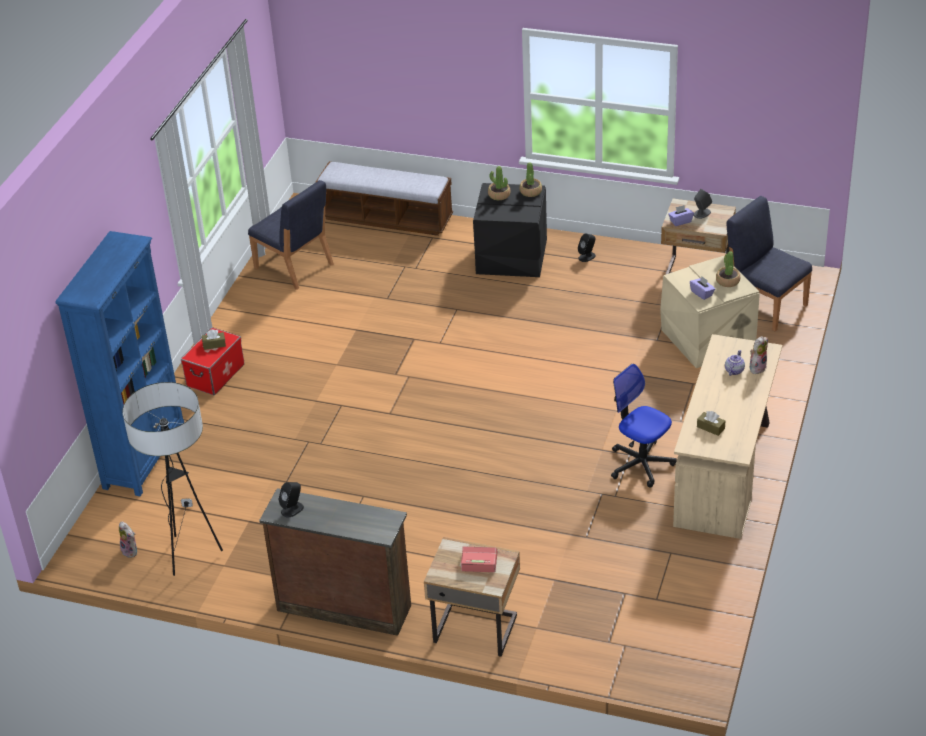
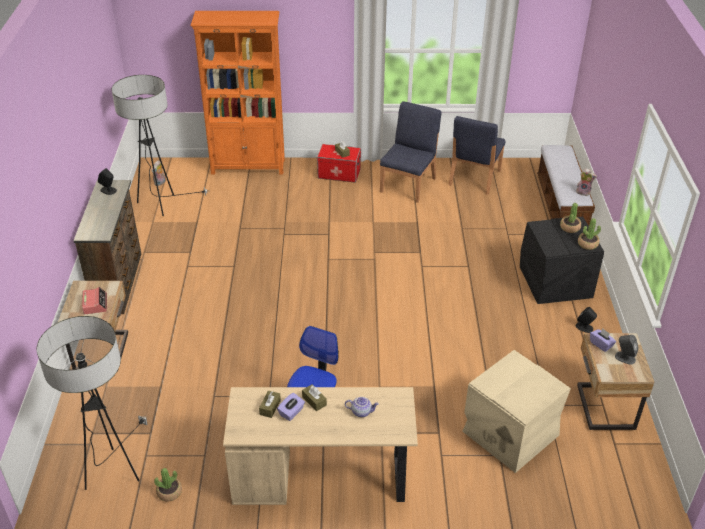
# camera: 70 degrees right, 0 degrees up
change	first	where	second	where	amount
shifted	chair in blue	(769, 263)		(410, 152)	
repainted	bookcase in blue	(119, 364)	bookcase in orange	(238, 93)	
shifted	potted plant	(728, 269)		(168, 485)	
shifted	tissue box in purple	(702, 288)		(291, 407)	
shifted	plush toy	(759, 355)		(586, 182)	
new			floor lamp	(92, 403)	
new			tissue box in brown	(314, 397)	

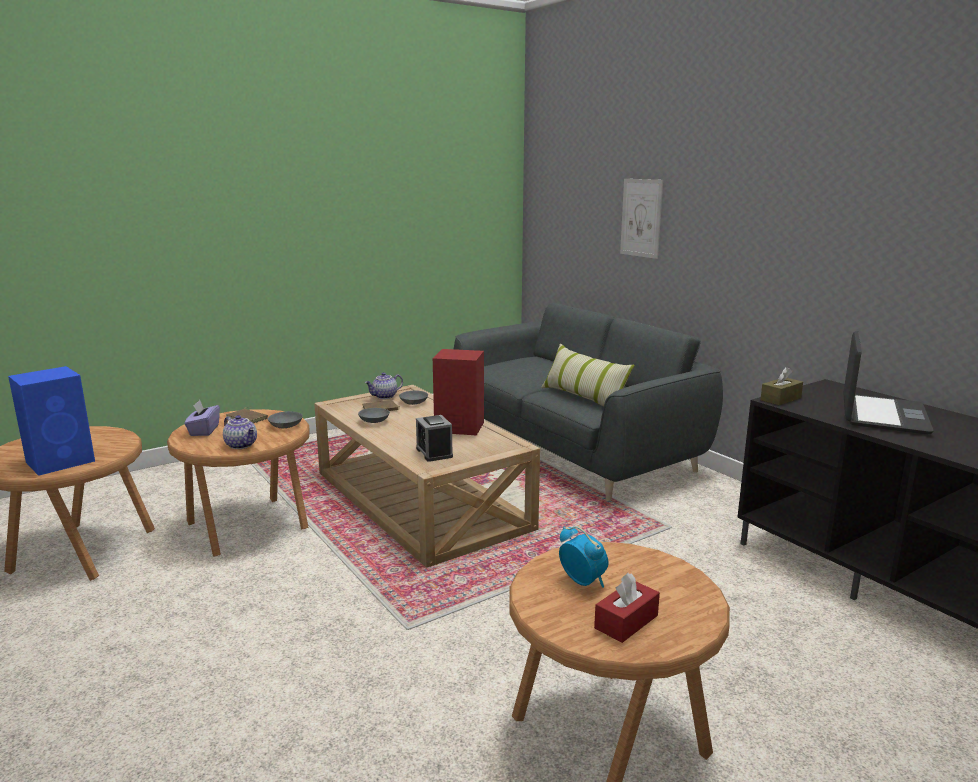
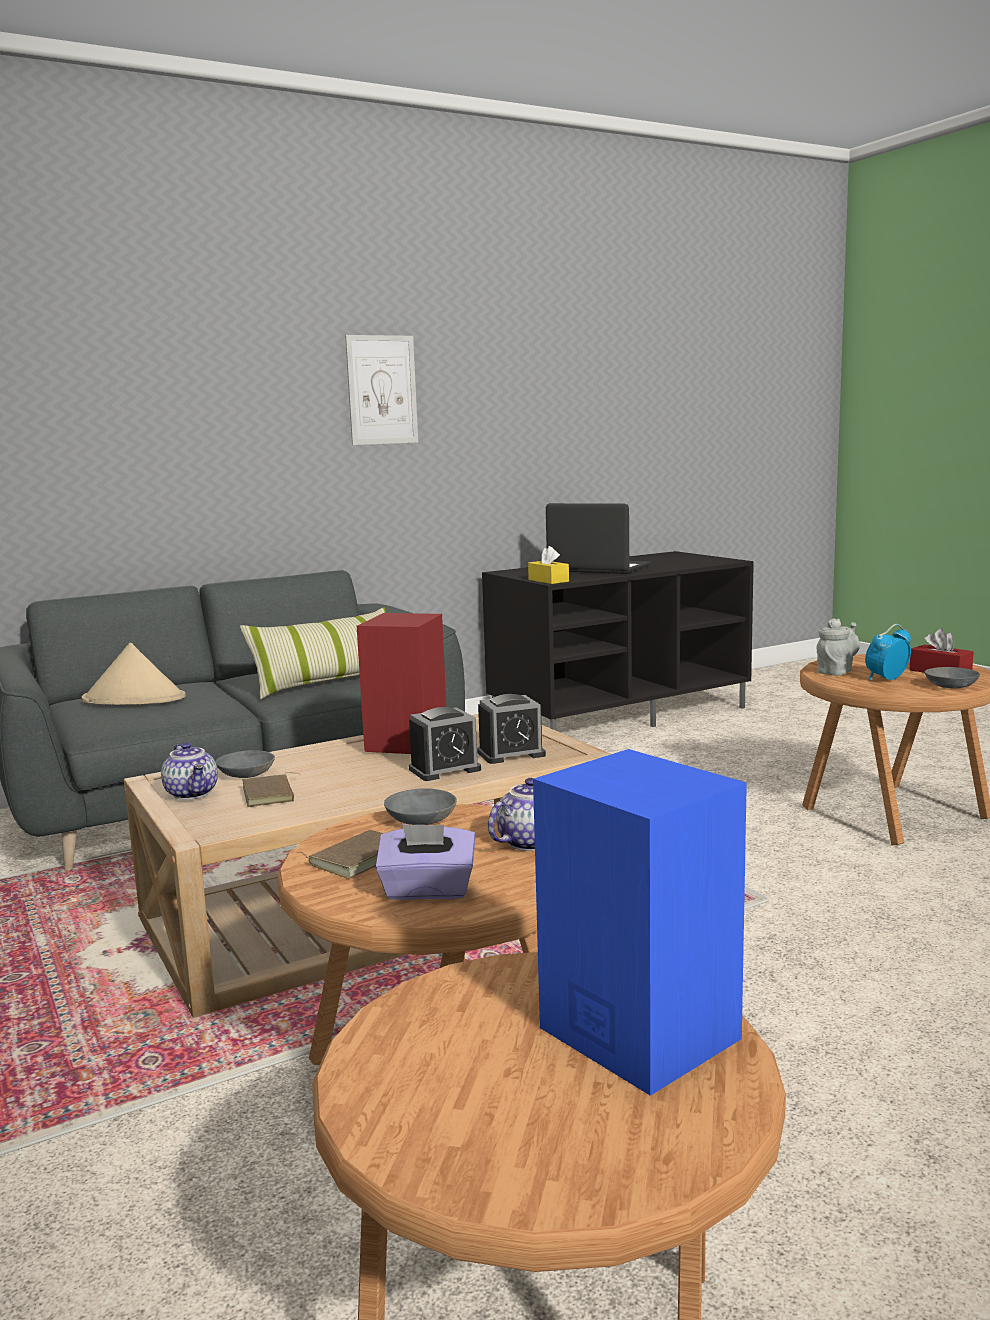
# camera: 85 degrees left, 5 degrees down
change	first	where	second	where	amount
shifted	picture	(641, 219)		(381, 390)	
repainted	tissue box in brown	(781, 386)	tissue box in yellow	(548, 565)	
shifted	bowl in grey	(374, 415)		(952, 677)	
new			teapot in grey	(838, 647)	
new			hat in beige	(134, 674)	
new			alarm clock	(445, 744)	

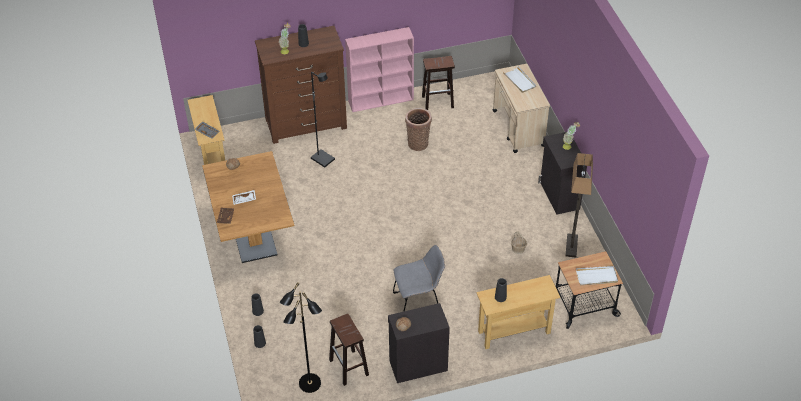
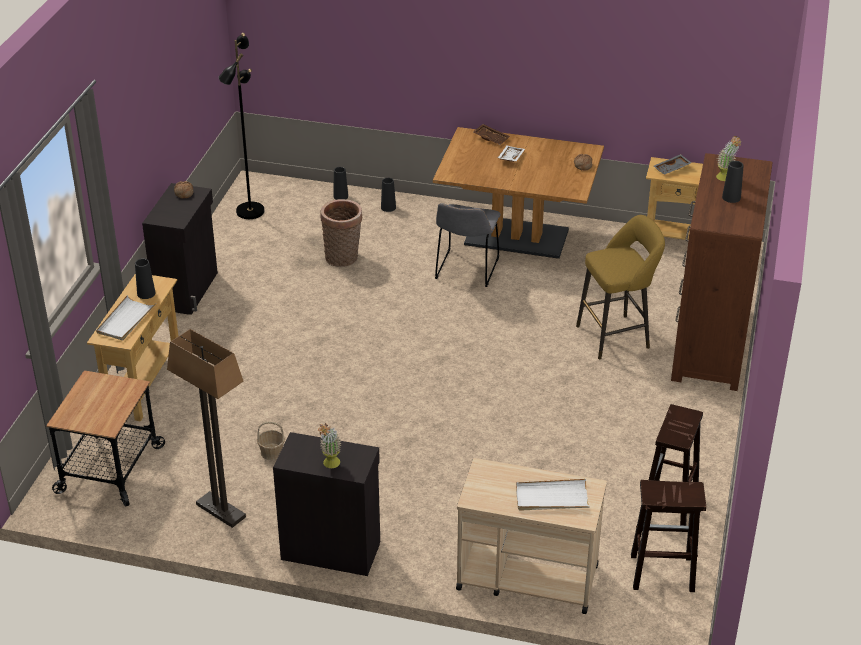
# camera: 120 degrees right, 10 degrees down
change	first	where	second	where	amount
gone	bookcase in pink	(379, 69)			
swapped	floor lamp in black	(323, 120)	stool in yellow	(620, 287)	
shifted	basket	(418, 129)		(341, 233)	
shifted	chair in grey	(419, 278)		(468, 245)	
shifted	tray in white	(597, 275)		(126, 318)	
shifted	stool in brown	(349, 349)		(668, 536)	

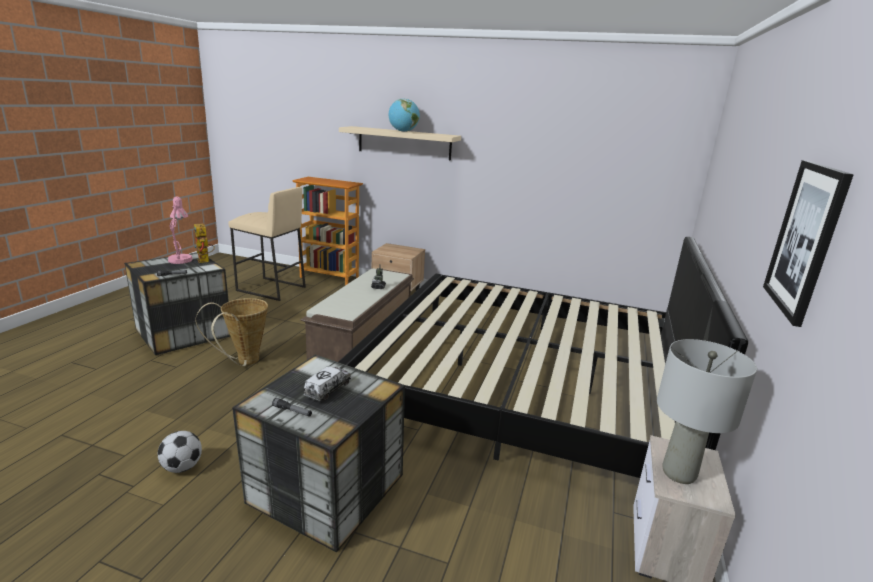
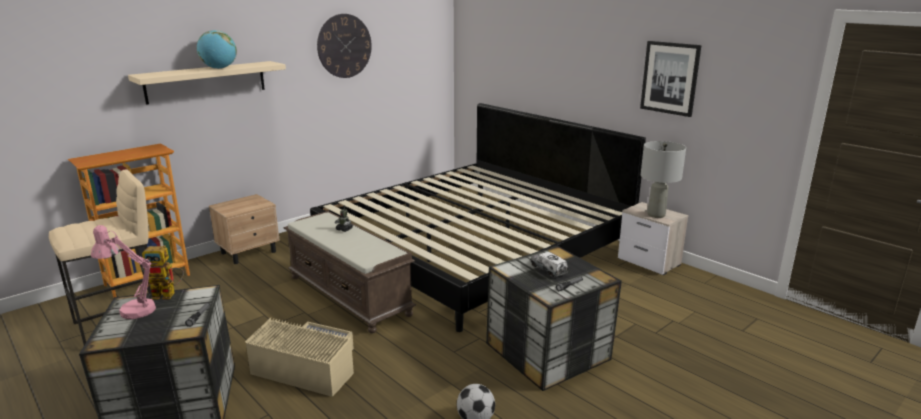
# camera: 60 degrees left, 0 degrees up
change	first	where	second	where	amount
swapped	basket	(231, 332)	storage box in beige	(299, 357)	
new			wall clock	(344, 46)	

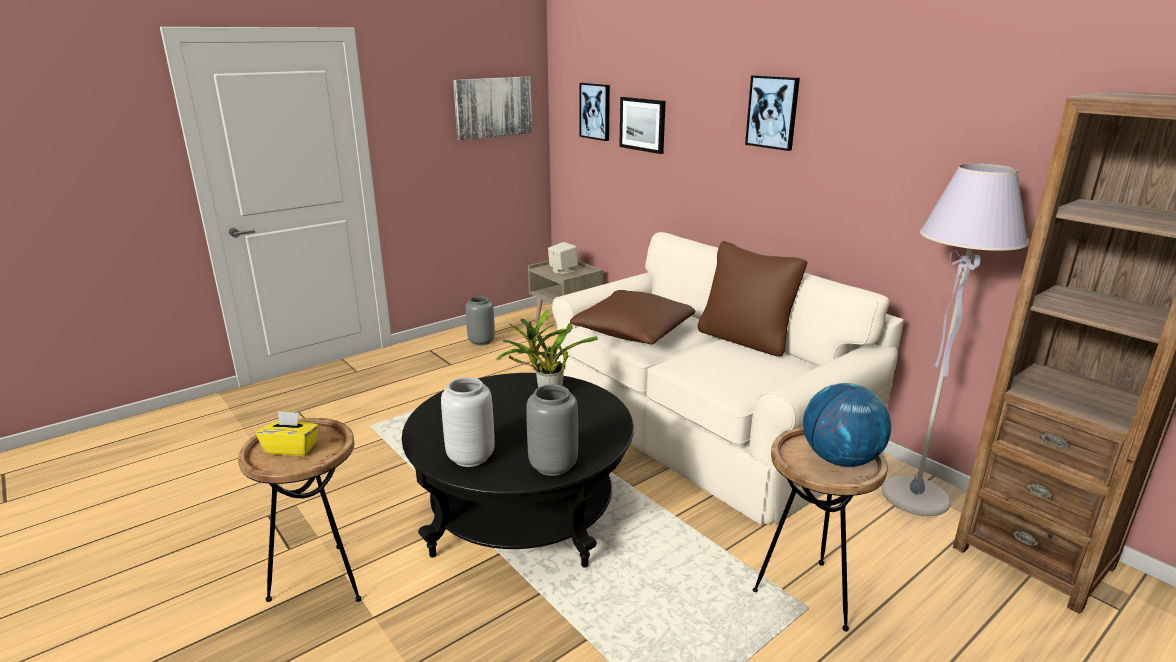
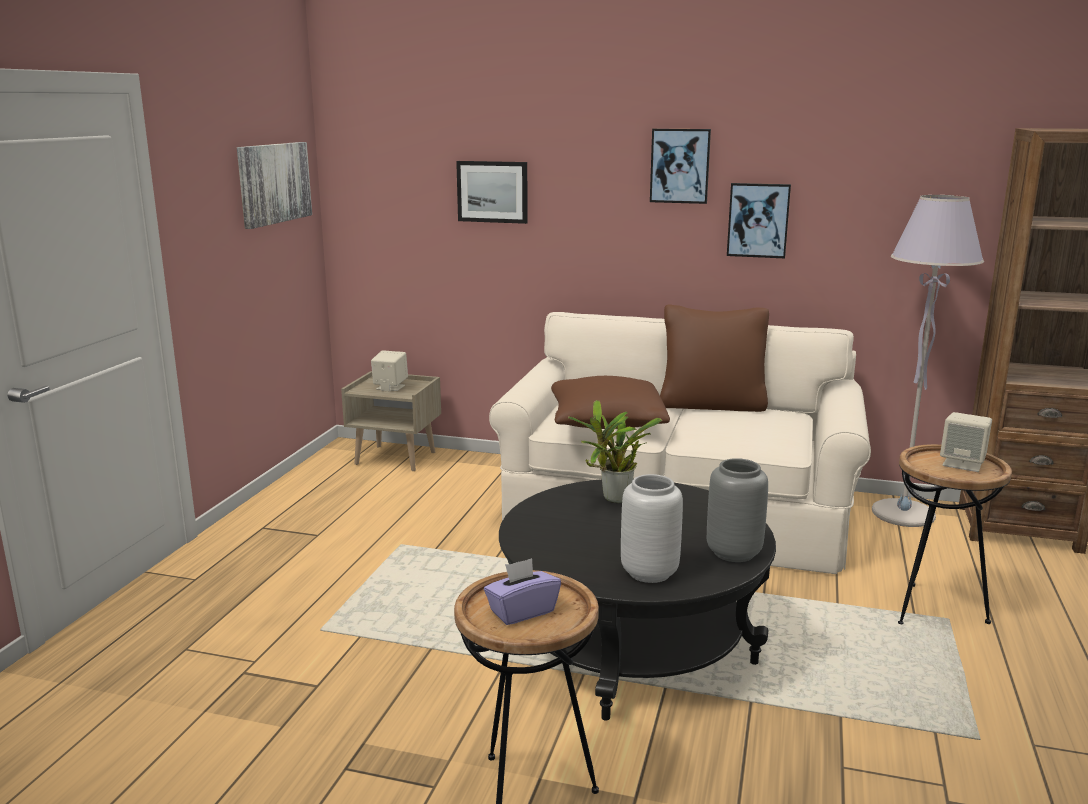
# camera: 35 degrees left, 5 degrees down
change	first	where	second	where	amount
shifted	picture	(594, 112)		(759, 220)	
gone	vase in grey	(480, 321)			
swapped	globe	(847, 425)	speaker in beige	(966, 442)	
repainted	tissue box in yellow	(287, 433)	tissue box in purple	(522, 591)	

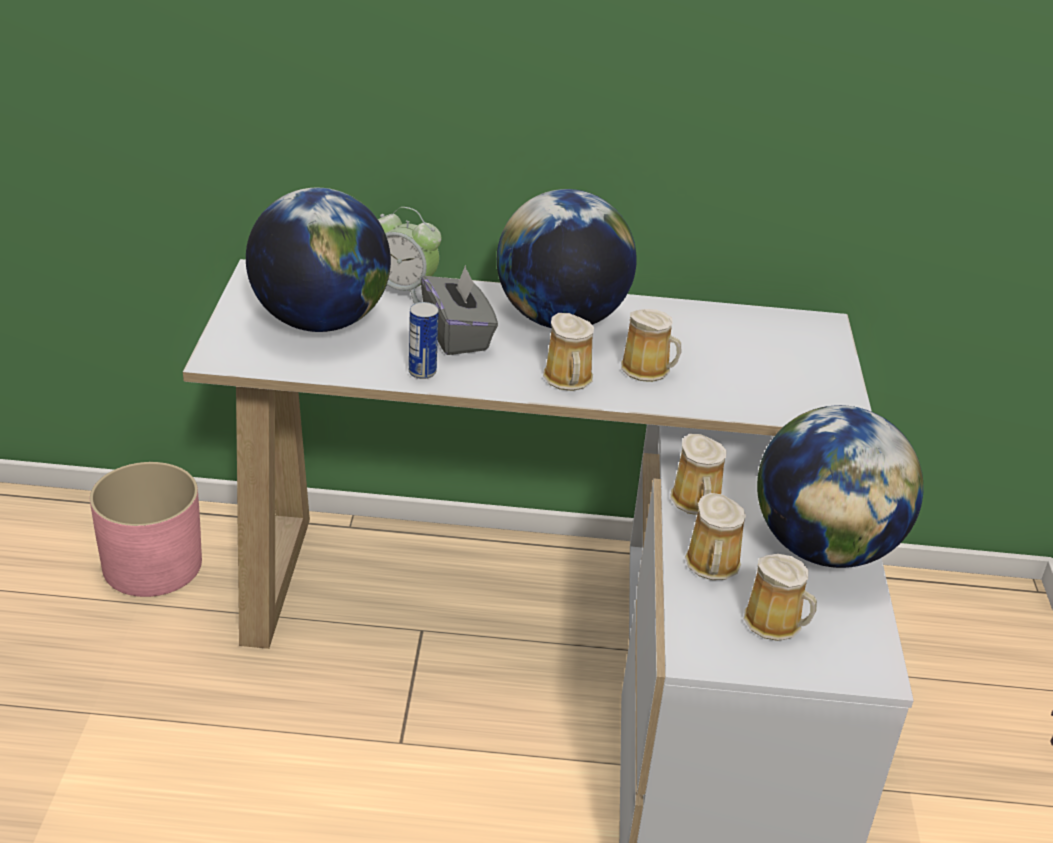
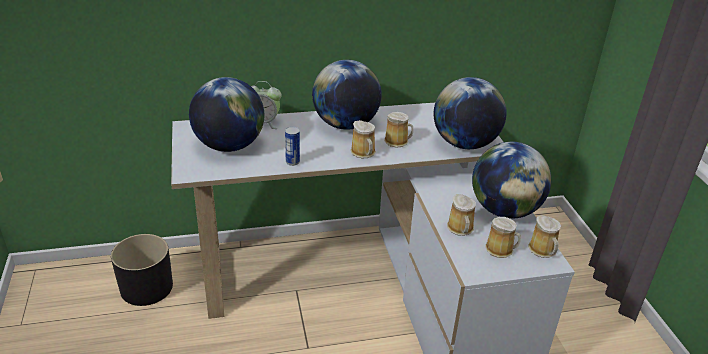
# camera: 15 degrees left, 0 degrees up
change	first	where	second	where	amount
gone	tissue box in grey	(459, 310)			
shifted	mug	(698, 474)		(544, 236)	
repainted	planter in pink	(146, 529)	planter in black	(142, 270)	
new			globe	(470, 113)	

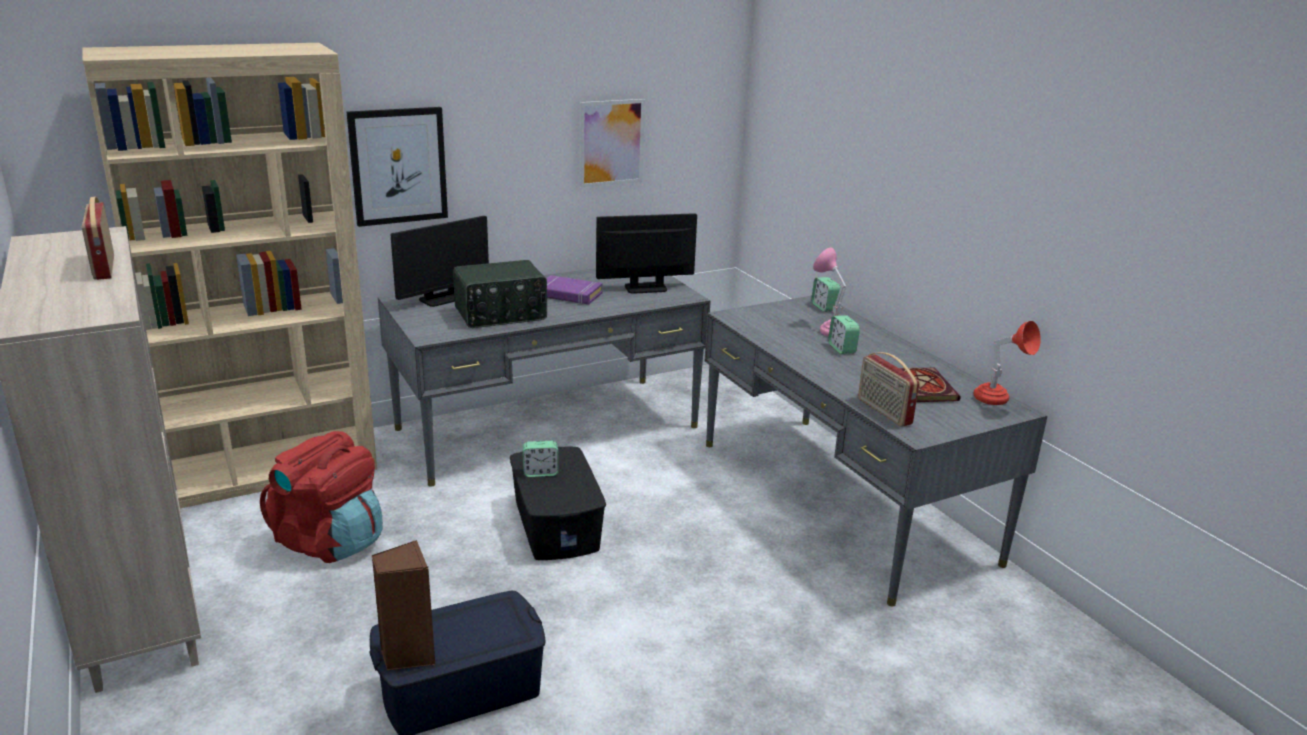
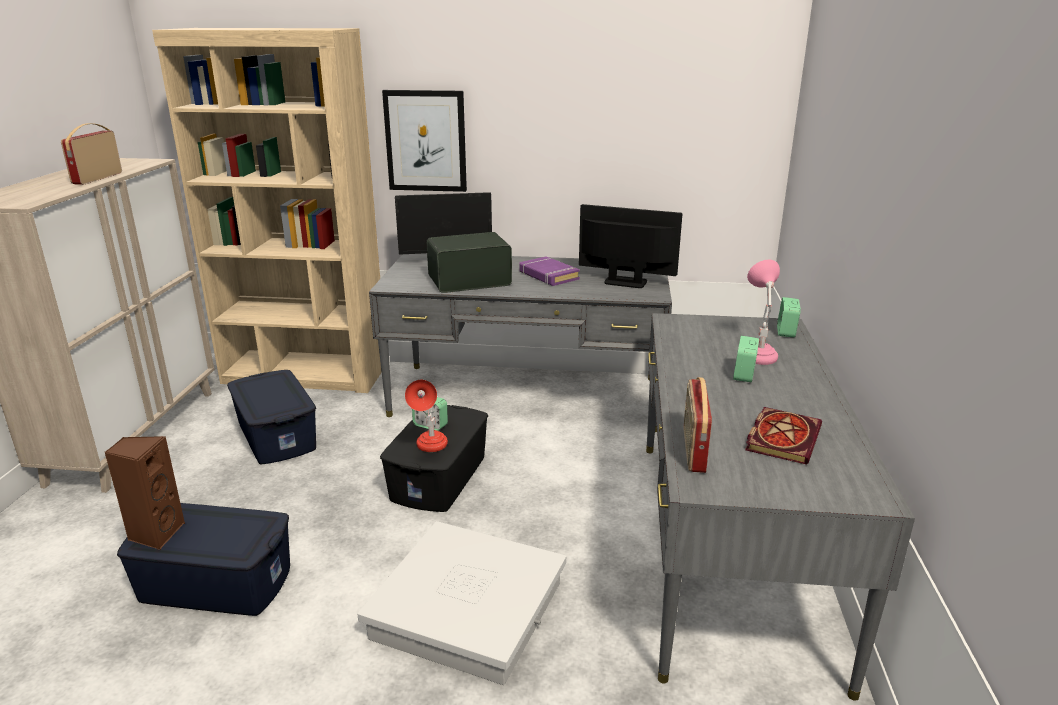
# camera: 35 degrees right, 0 degrees up
change	first	where	second	where	amount
gone	picture	(612, 143)			
rotated	radio	(500, 294)		(469, 262)	150 degrees clockwise
shifted	table lamp in red	(1007, 363)		(426, 416)	
swapped	backpack in red	(321, 497)	storage box in blue	(271, 417)	
new			storage box in white	(461, 603)	

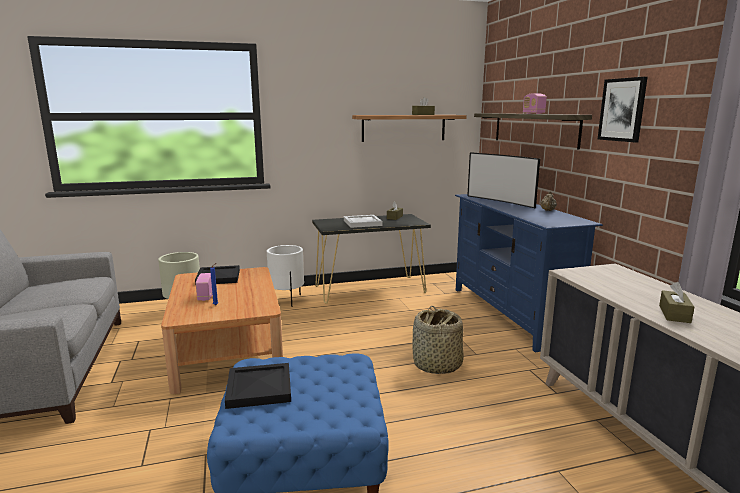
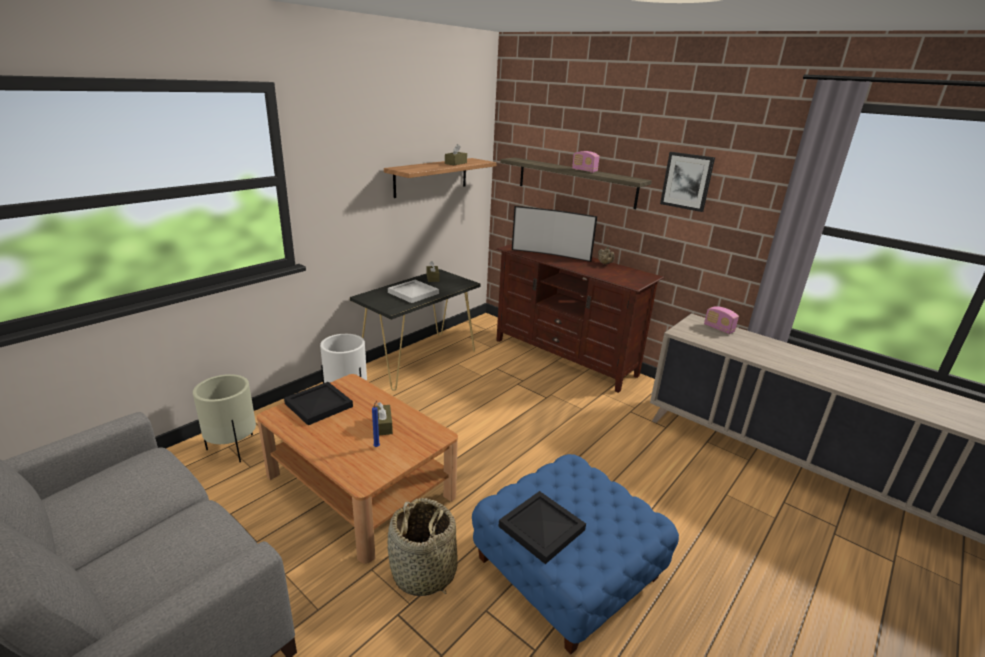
# camera: 35 degrees left, 10 degrees up
change	first	where	second	where	amount
repainted	tv stand in blue	(529, 273)	tv stand in brown	(580, 318)	
shifted	radio	(204, 287)		(721, 320)	
shifted	tissue box in brown	(676, 302)		(383, 419)	
shifted	basket	(437, 340)		(422, 547)	

